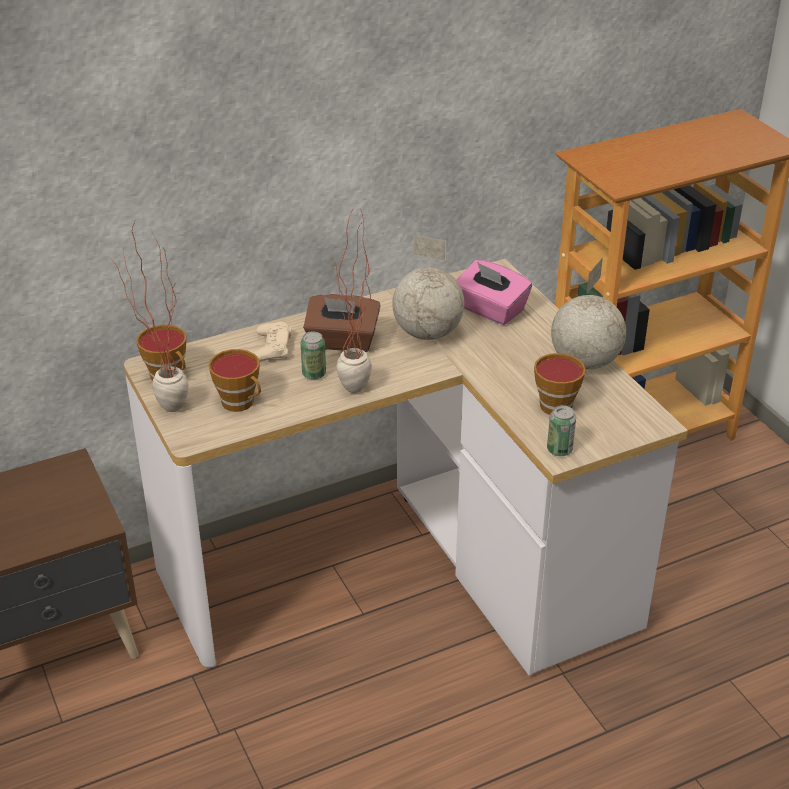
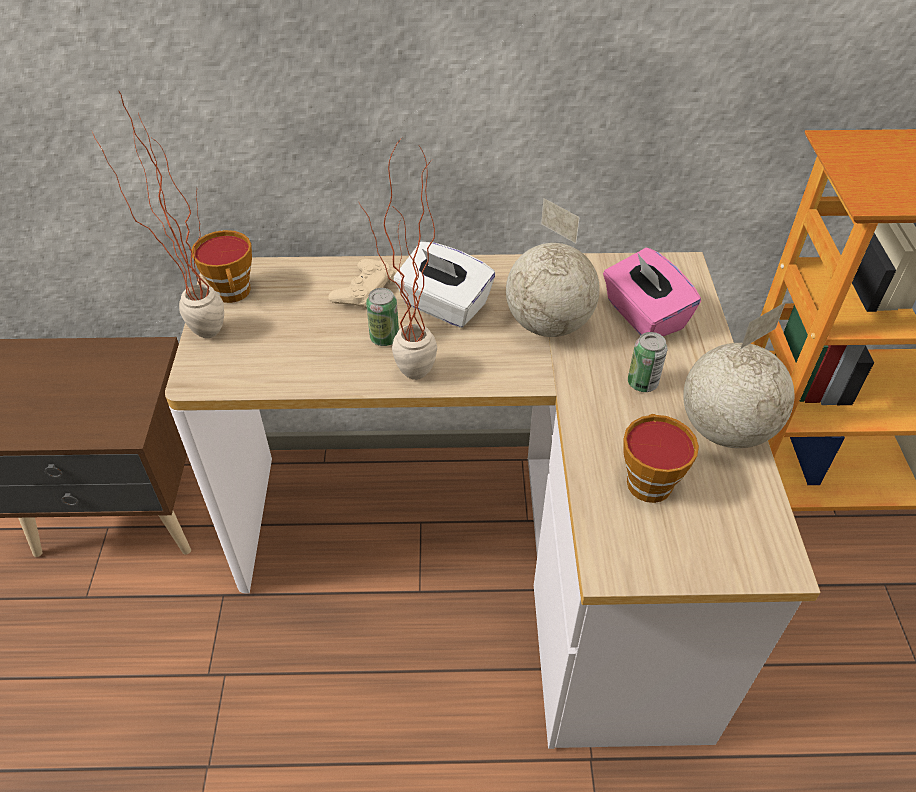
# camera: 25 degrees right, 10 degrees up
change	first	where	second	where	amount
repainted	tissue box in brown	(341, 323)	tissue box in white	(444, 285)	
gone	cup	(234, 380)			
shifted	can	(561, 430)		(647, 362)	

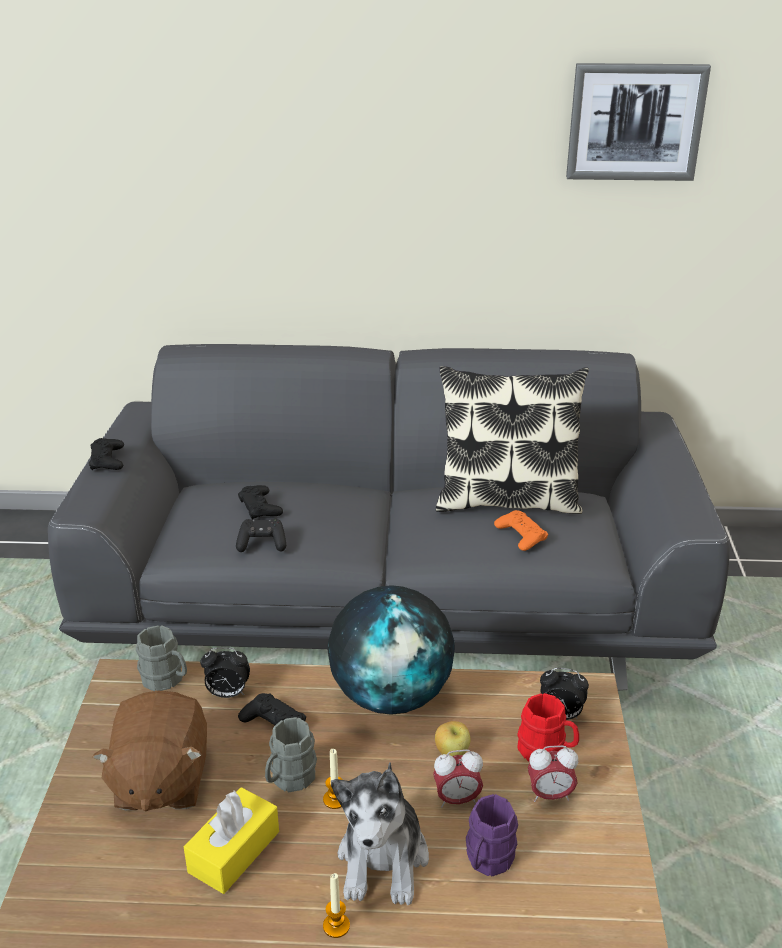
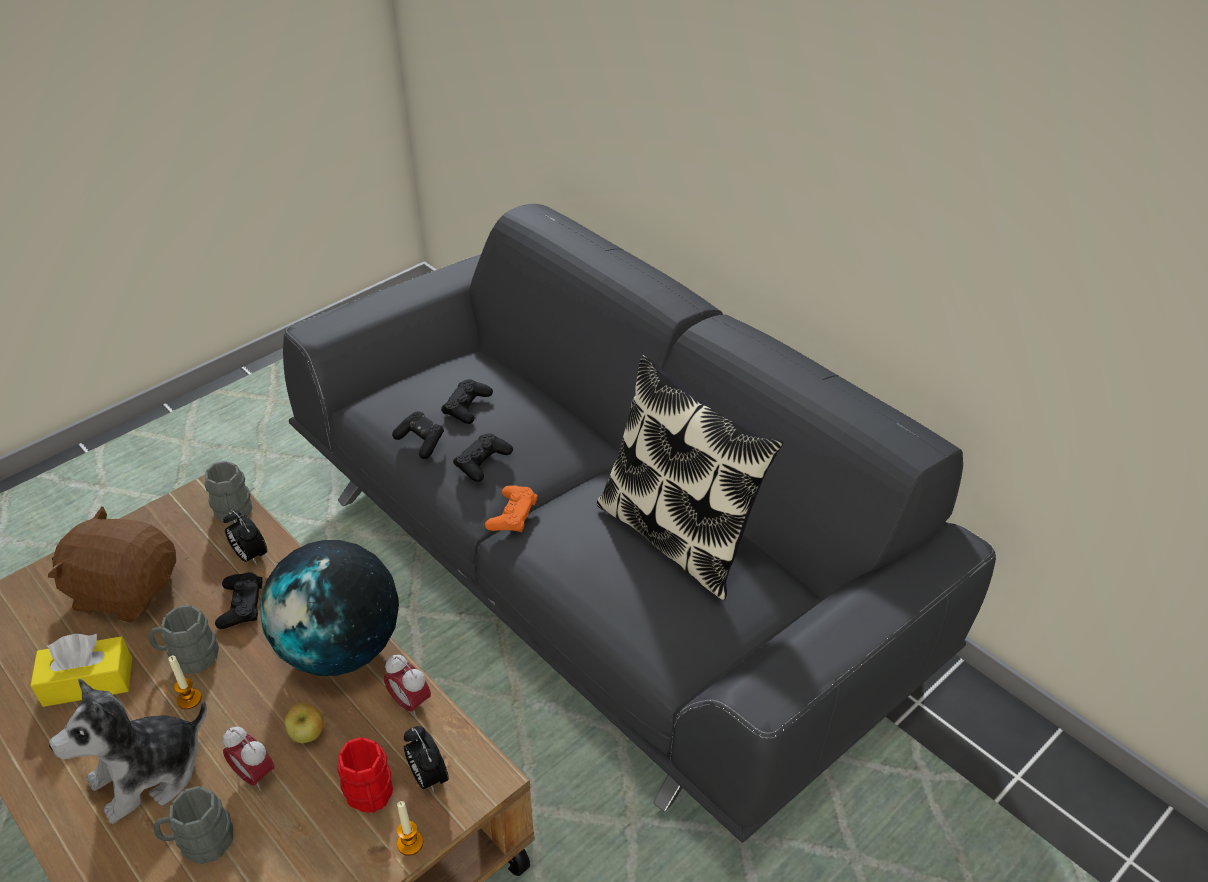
# camera: 45 degrees right, 10 degrees up
change	first	where	second	where	amount
gone	picture	(638, 122)			
shifted	game controller in black	(106, 454)		(483, 457)	
shifted	game controller in orange	(521, 530)		(511, 508)	
rotated	plush toy in brown	(149, 751)		(112, 564)	60 degrees clockwise
shifted	alarm clock	(553, 773)		(407, 686)	
repainted	mug in purple	(492, 835)	mug in grey	(193, 825)	
shifted	candle	(336, 905)		(410, 828)	

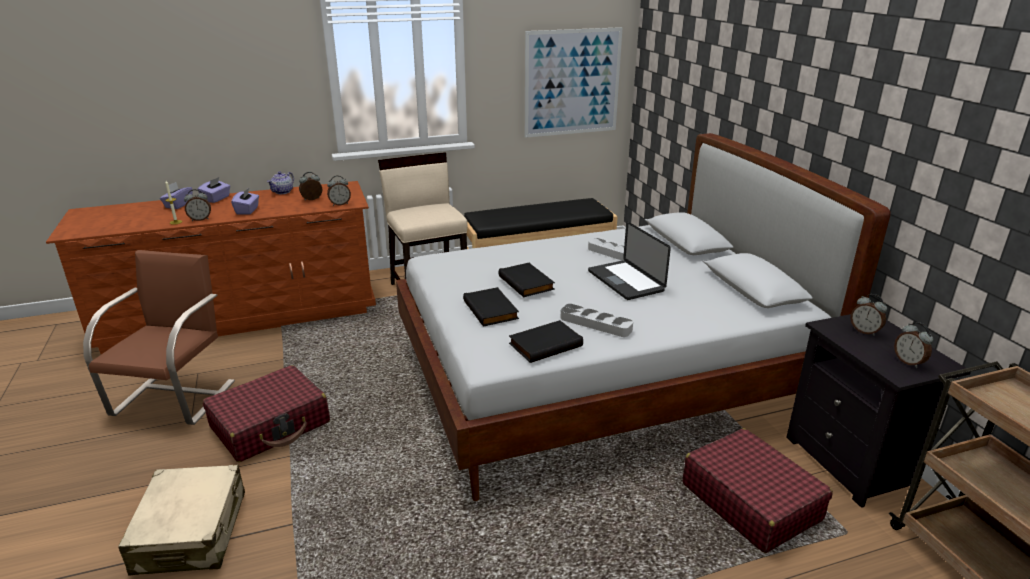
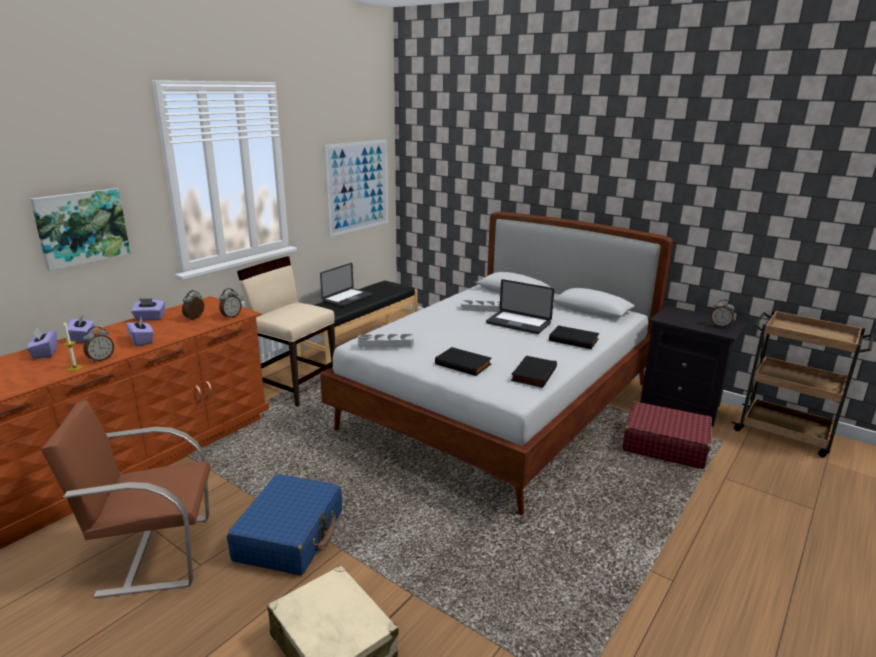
# camera: 35 degrees left, 5 degrees down
change	first	where	second	where	amount
swapped	teapot	(280, 182)	tissue box in purple	(148, 310)	
rotated	chair in brown	(159, 337)		(126, 499)	75 degrees counterclockwise
shifted	book in black	(527, 280)		(574, 337)	
gone	alarm clock	(868, 315)			
shifted	tray in grey	(597, 320)		(386, 341)	
repainted	suitcase in red	(266, 413)	suitcase in blue	(284, 524)	
new			picture	(80, 229)	
new			laptop	(346, 285)	

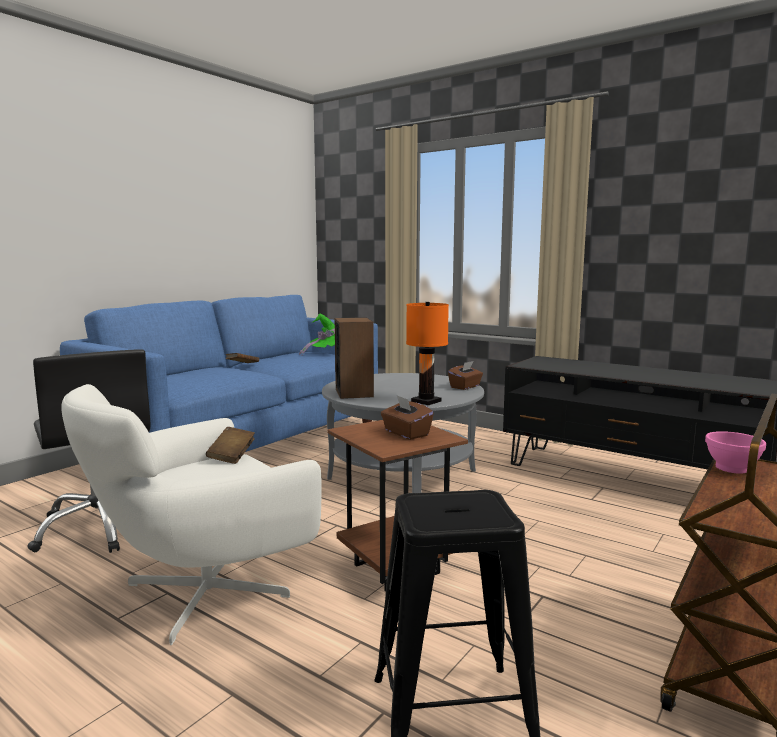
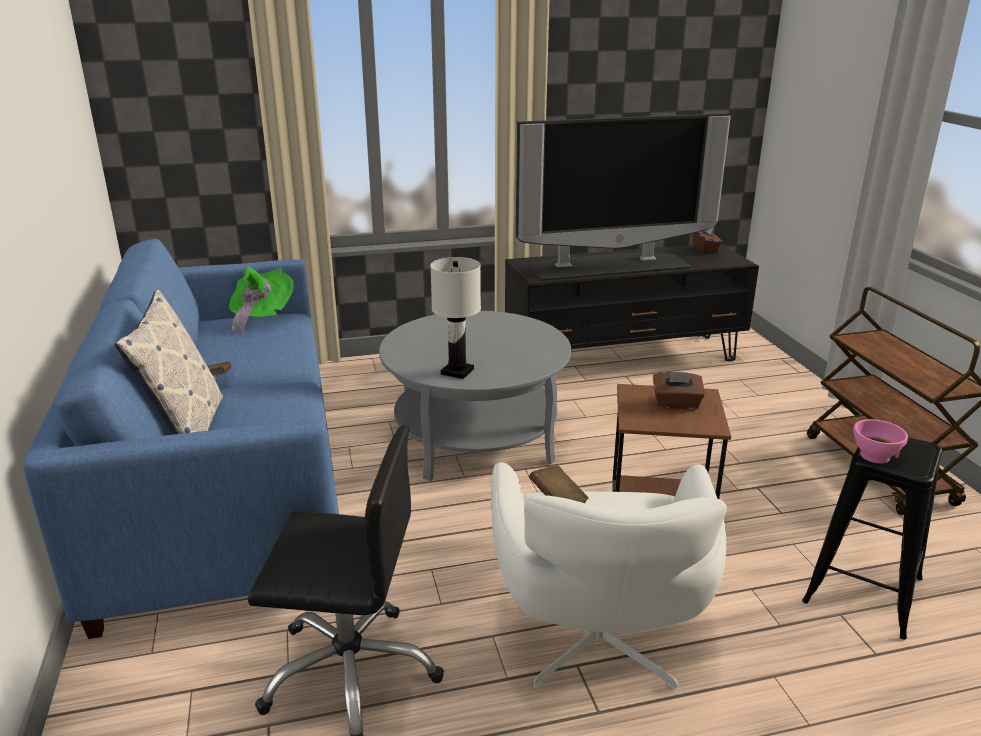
# camera: 50 degrees left, 15 degrees up
change	first	where	second	where	amount
gone	table lamp in orange	(427, 353)			
swapped	speaker	(354, 358)	table lamp in white	(455, 318)	
shifted	tissue box in brown	(465, 375)		(707, 240)	
shifted	bowl in pink	(735, 452)		(880, 441)	
new			television	(623, 197)	
new			pillow	(169, 362)	

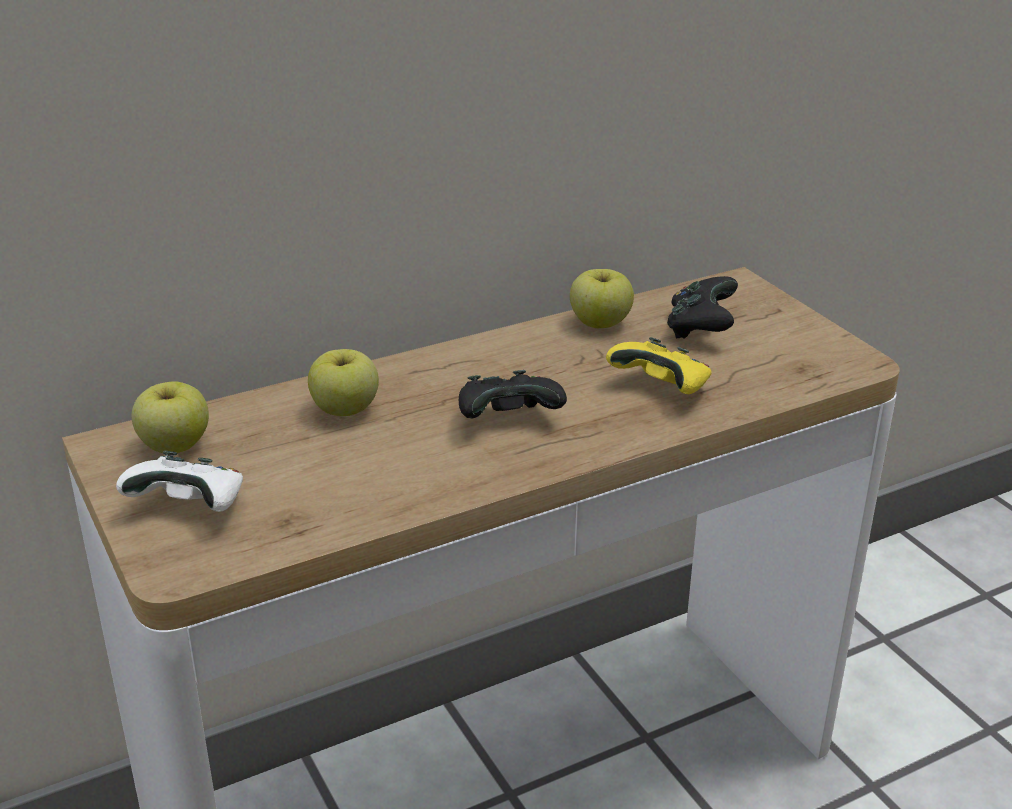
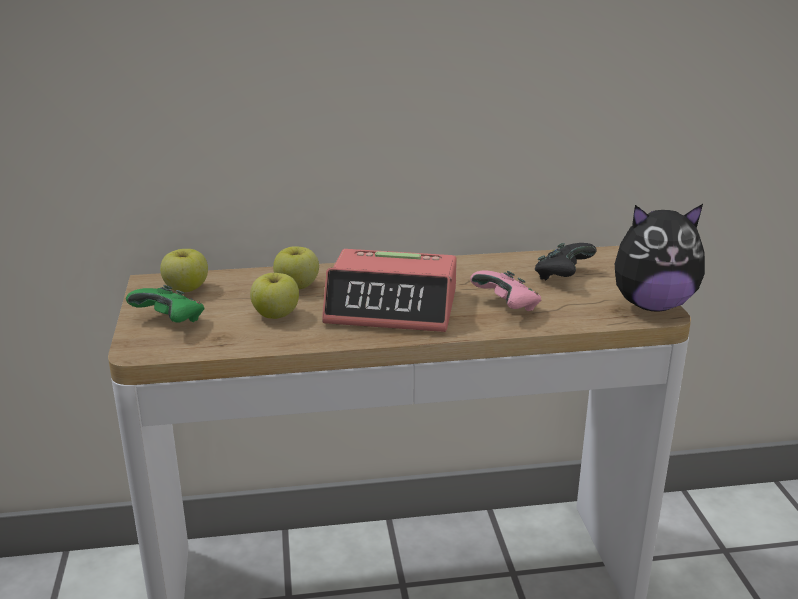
# camera: 20 degrees right, 5 degrees down
change	first	where	second	where	amount
shifted	apple	(602, 298)		(274, 296)	
repainted	game controller in yellow	(659, 365)	game controller in pink	(505, 291)	
swapped	game controller in black	(513, 394)	alarm clock	(389, 290)	
repainted	game controller in white	(179, 481)	game controller in green	(165, 304)	
new			plush toy	(660, 258)	

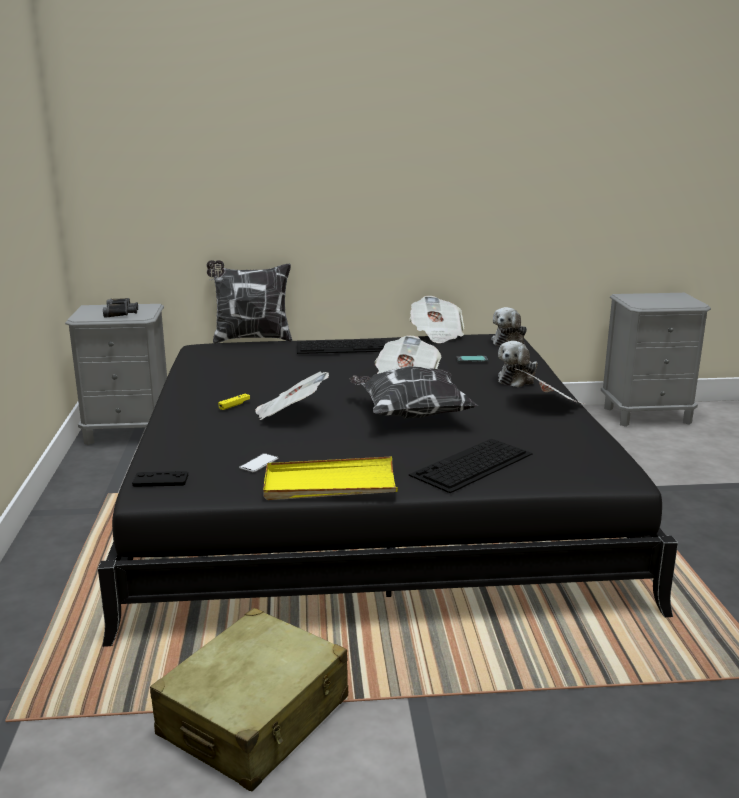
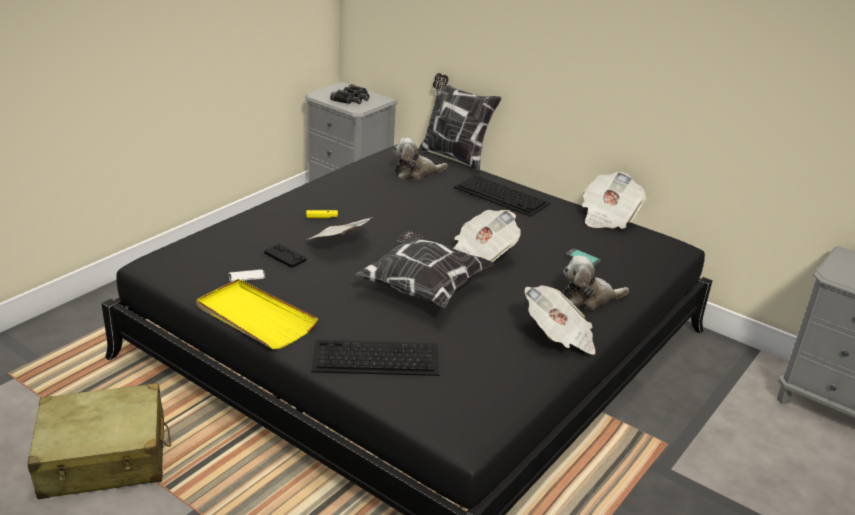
# camera: 40 degrees right, 10 degrees up
change	first	where	second	where	amount
shifted	plush toy	(509, 326)		(420, 159)	
shifted	game controller in black	(160, 479)		(285, 256)	

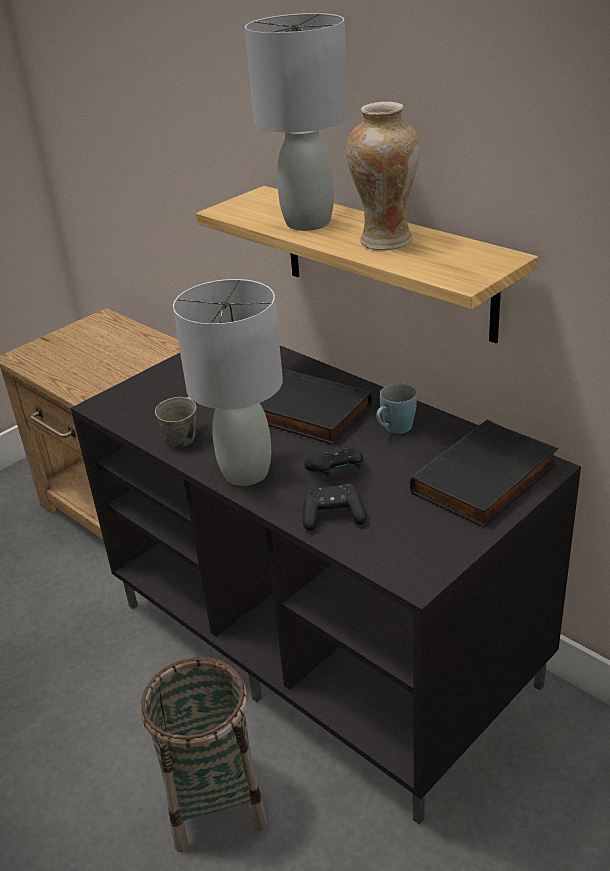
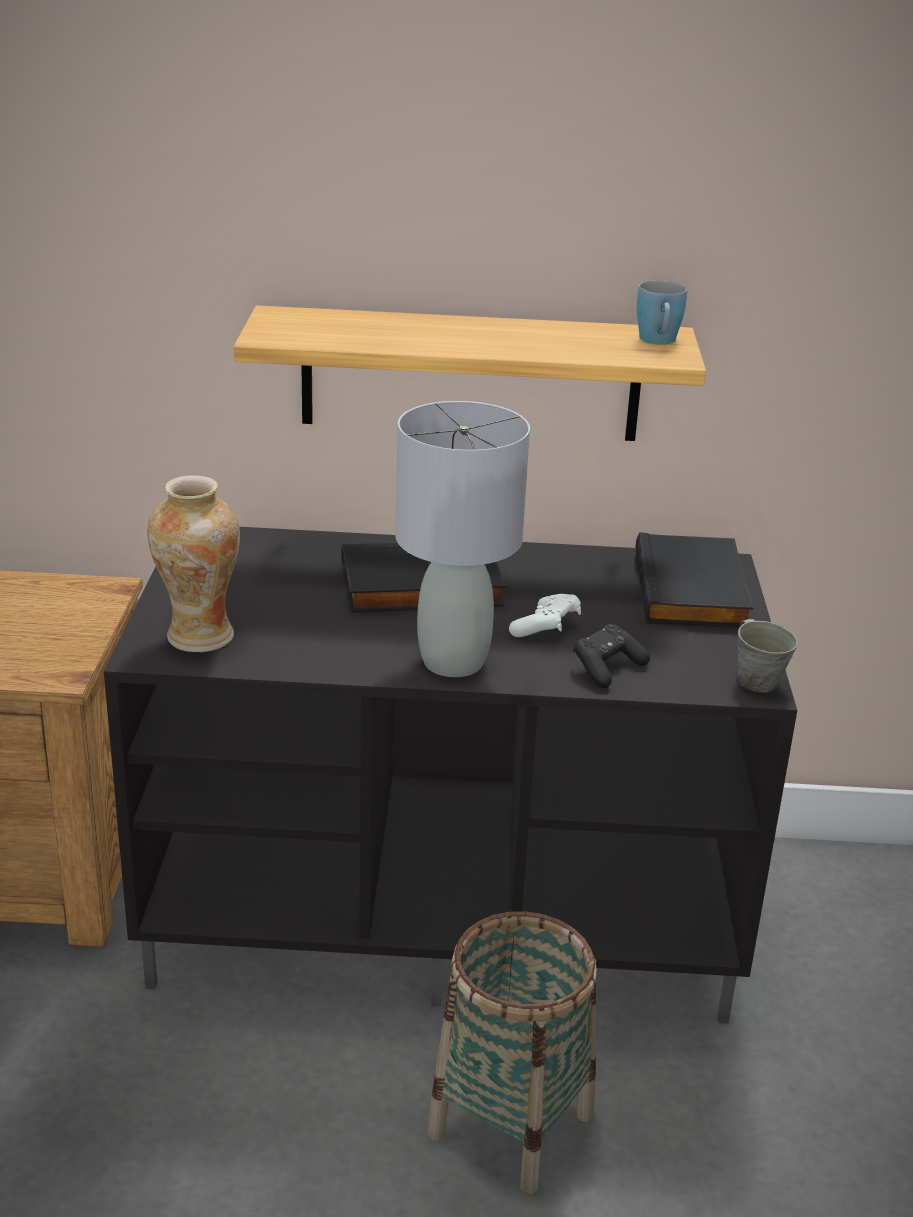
# camera: 45 degrees left, 5 degrees down
change	first	where	second	where	amount
gone	table lamp in grey	(296, 122)			
shifted	vase	(383, 176)		(193, 563)	
shifted	mug in blue	(396, 408)		(662, 312)	
shifted	mug in grey	(176, 421)		(767, 656)	
repainted	game controller in black	(333, 462)	game controller in white	(545, 615)	

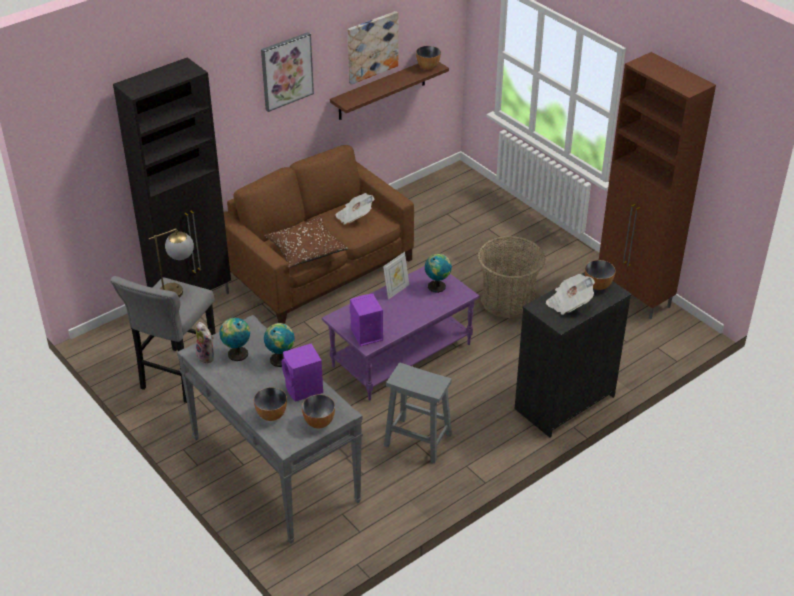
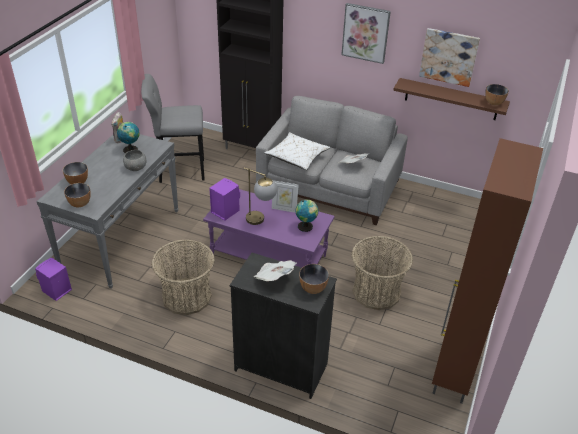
# camera: 60 degrees right, 0 degrees up
change	first	where	second	where	amount
repainted	sofa in brown	(319, 234)	sofa in grey	(332, 161)	
repainted	pillow in brown	(306, 242)	pillow in white	(297, 151)	
shifted	table lamp	(171, 263)		(260, 196)	
swapped	globe	(279, 345)	bowl in grey	(134, 160)	
shifted	speaker in purple	(302, 373)		(53, 279)	
swapped	stool in grey	(418, 413)	basket	(183, 277)	

